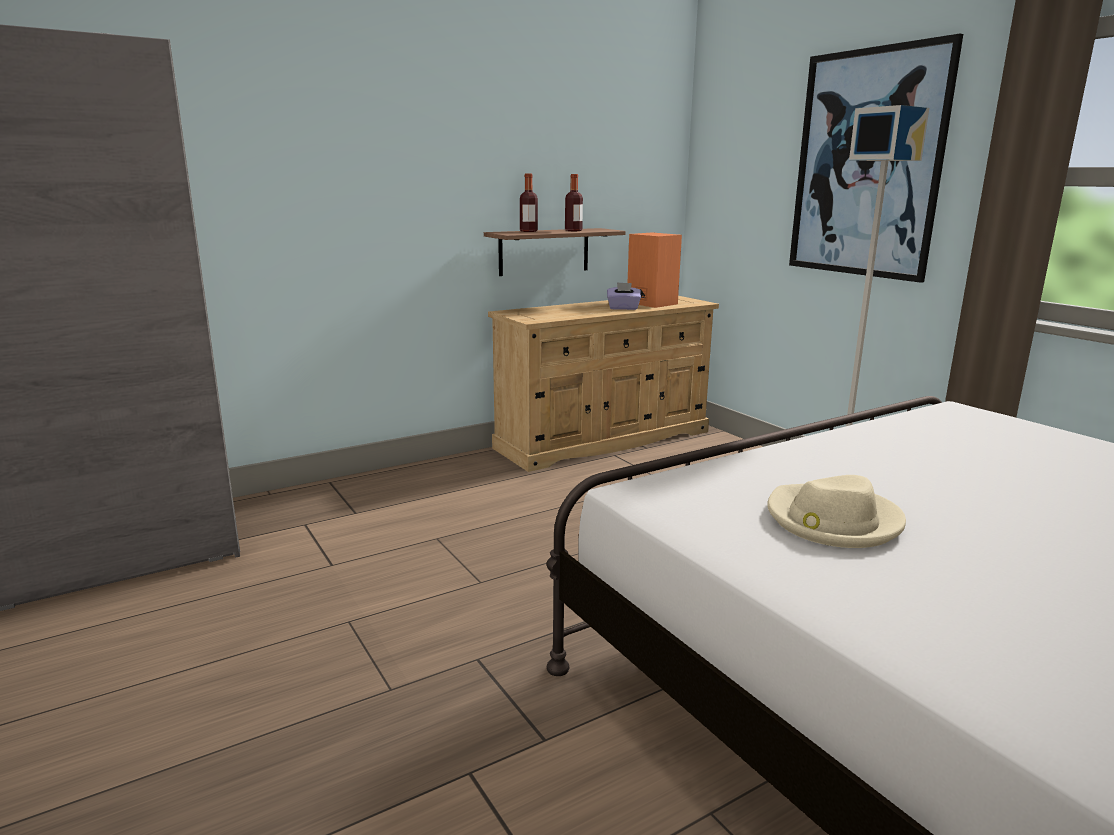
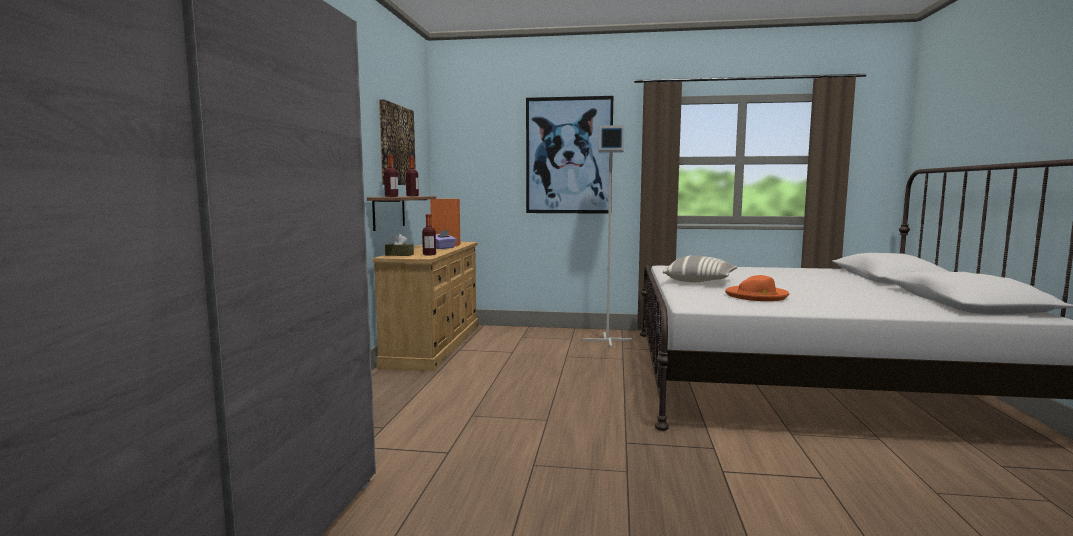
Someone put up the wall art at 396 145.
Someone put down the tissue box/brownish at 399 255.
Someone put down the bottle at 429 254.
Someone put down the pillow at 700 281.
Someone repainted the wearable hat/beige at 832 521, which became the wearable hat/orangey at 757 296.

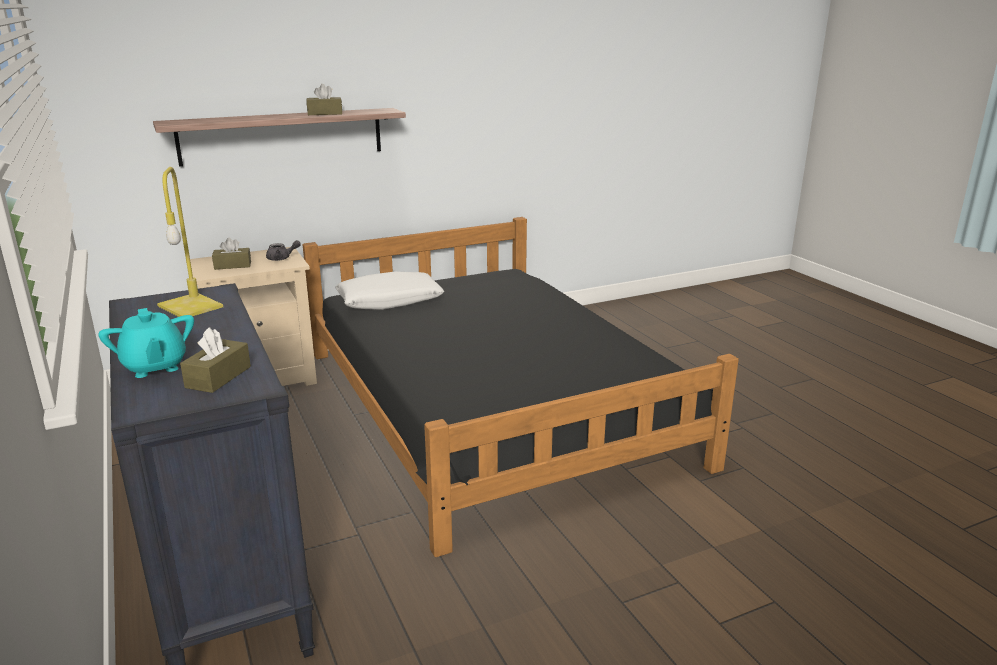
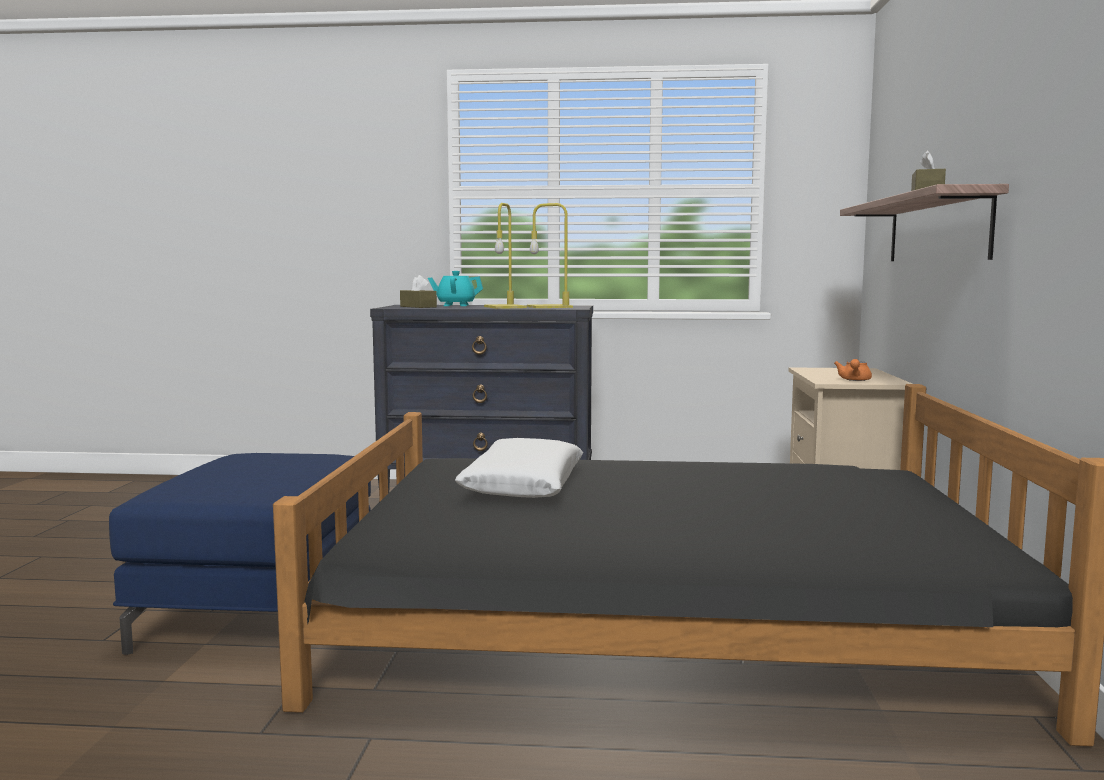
Someone took away the tissue box/brownish at 232 265.
Someone put down the footrest/blue-coloured at 262 608.
Someone put down the tabletop lamp/yellow-coloured at 504 307.
Someone carried the pillow/white-coloured from 389 301 to 523 485.
Someone repainted the teapot/greyish at 282 258, which became the teapot/orangey at 854 380.

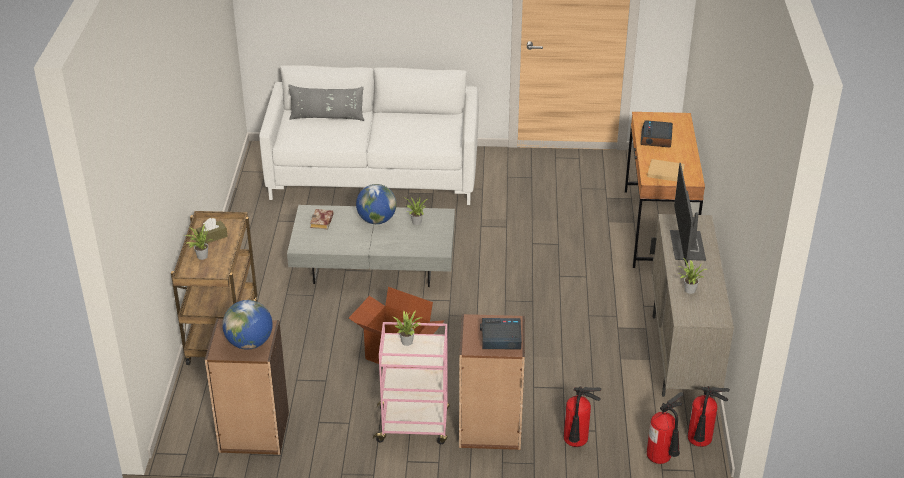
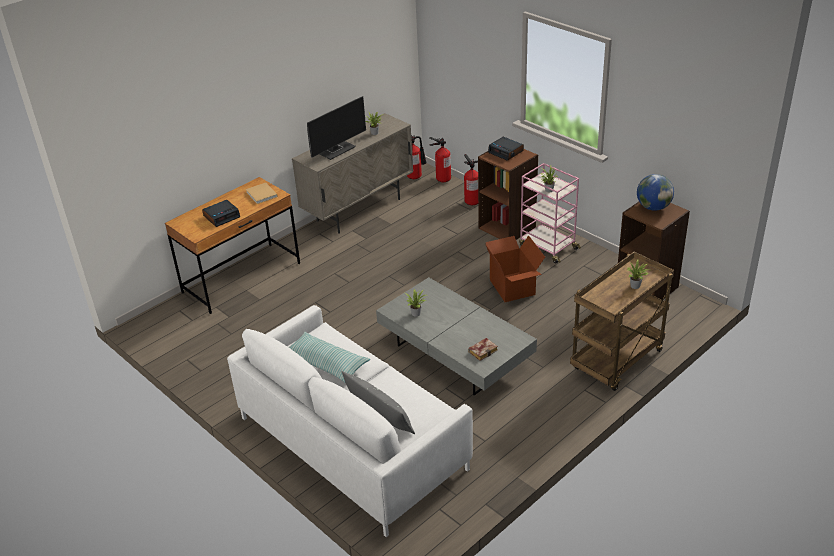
Someone took away the tissue box/brownish at 212 237.
Someone took away the desk globe at 376 220.
Someone put down the pillow at 325 363.

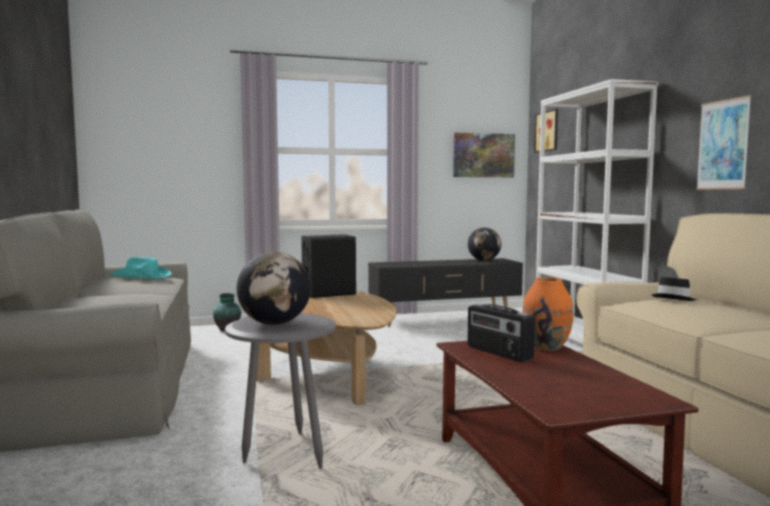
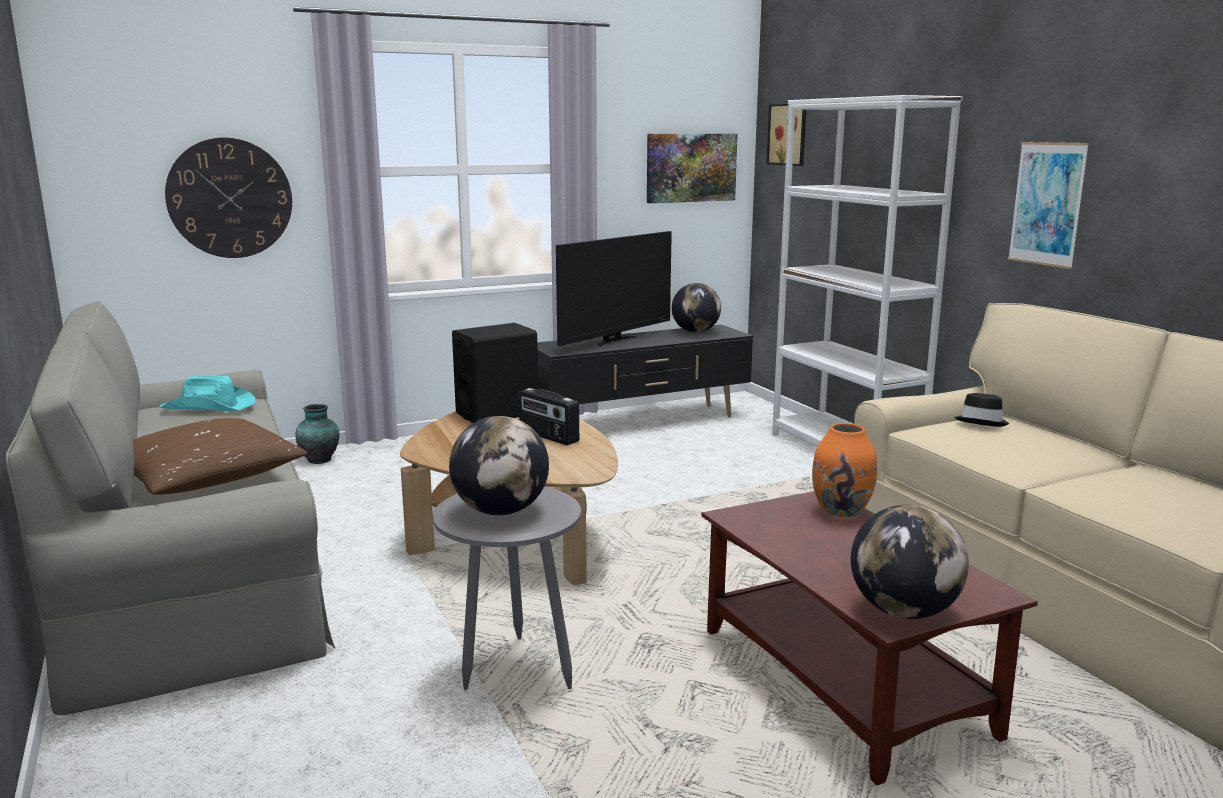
Someone put down the pillow/brownish at 206 477.
Someone put up the hanging clock at 230 198.
Someone put down the TV set at 614 340.
Someone put down the desk globe at 904 611.
Someone carried the radio from 498 353 to 548 436.

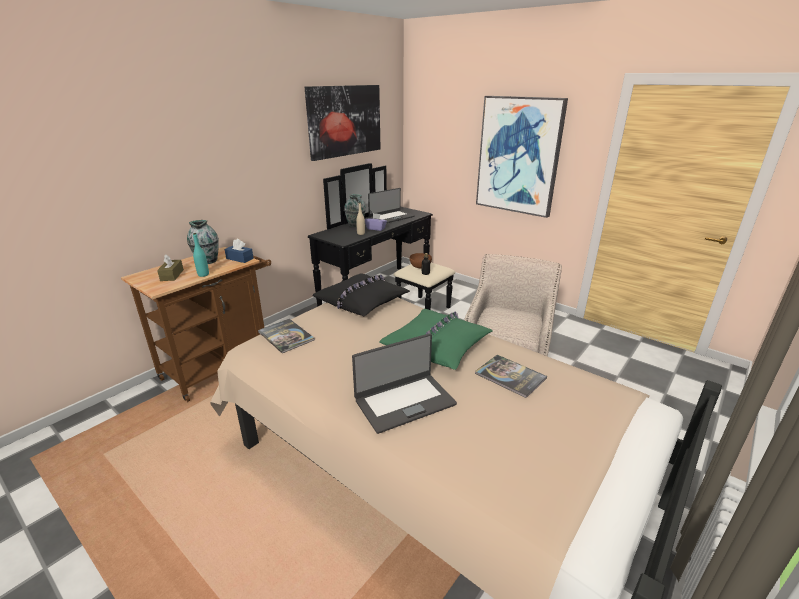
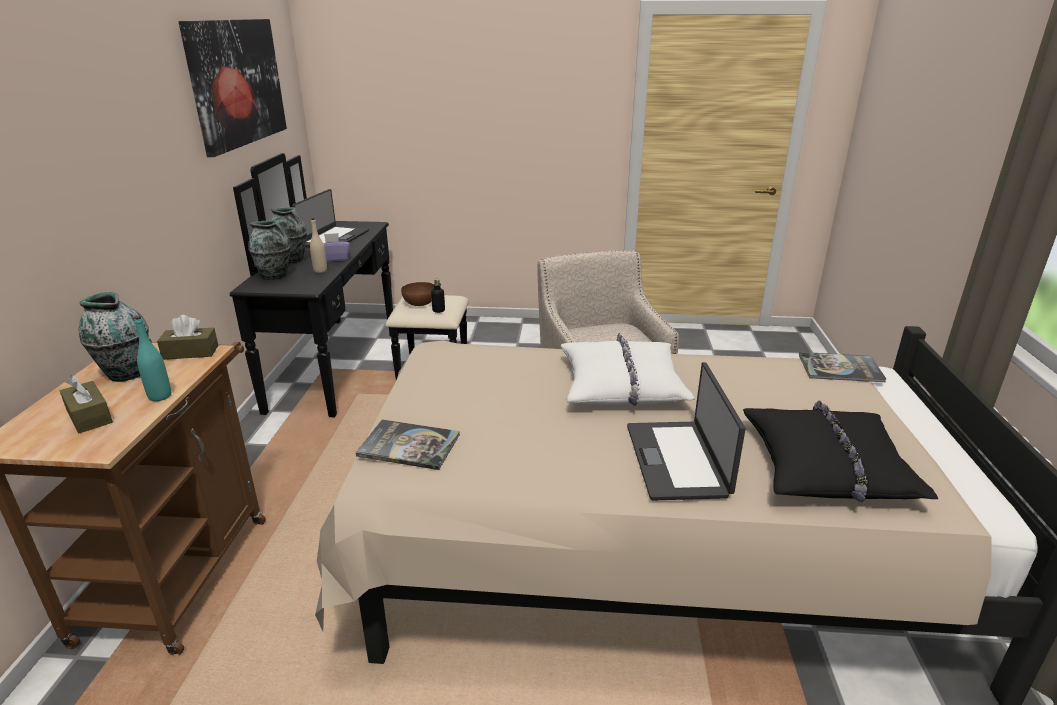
Someone took away the wall art at 518 156.
Someone put down the vase at 275 276.
Someone carried the pillow/black from 362 301 to 827 467.
Someone carried the bound book from 510 376 to 840 368.
Someone repainted the tissue box/blue-coloured at 240 258, which became the tissue box/brownish at 190 352.
Someone repainted the pillow/greenish at 436 346, which became the pillow/white-coloured at 621 385.
Someone rotated the portable computer at 404 401 by 150 degrees clockwise.

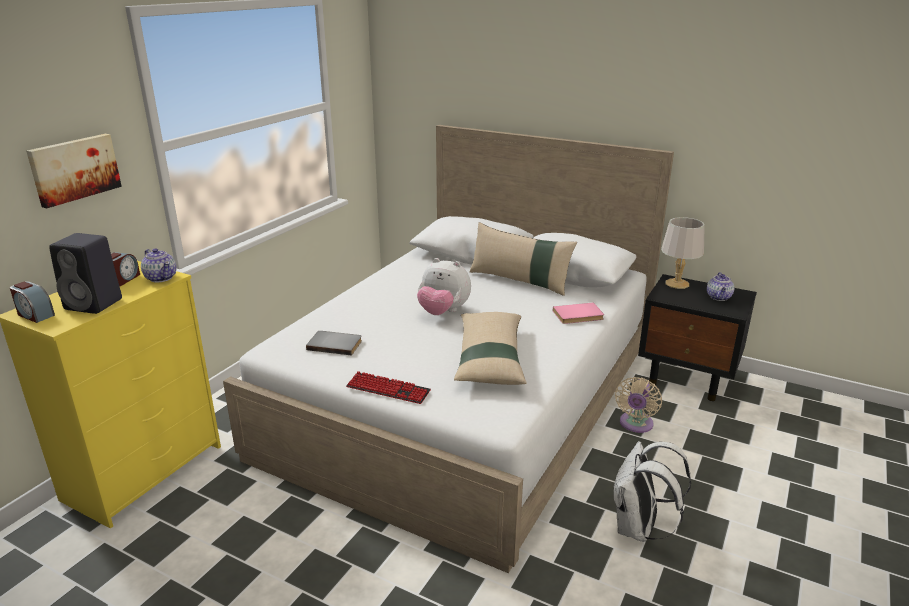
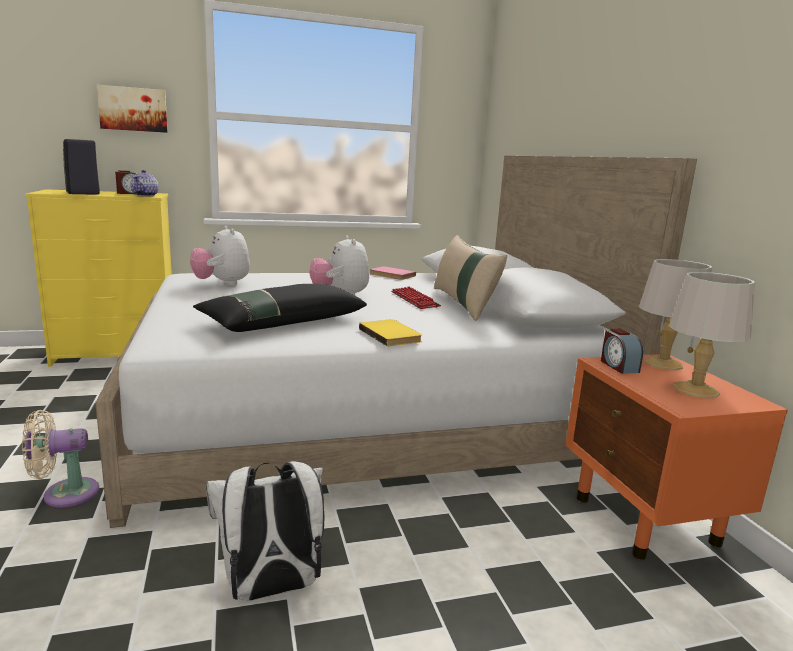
Someone put down the bound book/yellow-coloured at 392 335.
Someone carried the bedside clock from 35 315 to 618 366.
Someone carried the computer keyboard from 388 389 to 414 300.
Someone carried the bound book/pink from 578 316 to 391 275.
Someone carried the electric fan/beige from 635 425 to 65 494.
Someone swapped the bound book/greyish at 335 344 for the cuddly toy at 222 284.
Someone swapped the teapot at 719 297 for the tabletop lamp/greyish at 696 390.
Someone repainted the pillow/beige at 490 358, which became the pillow/black at 282 321.
Someone repainted the night table/black at 688 378, which became the night table/orangey at 647 521.

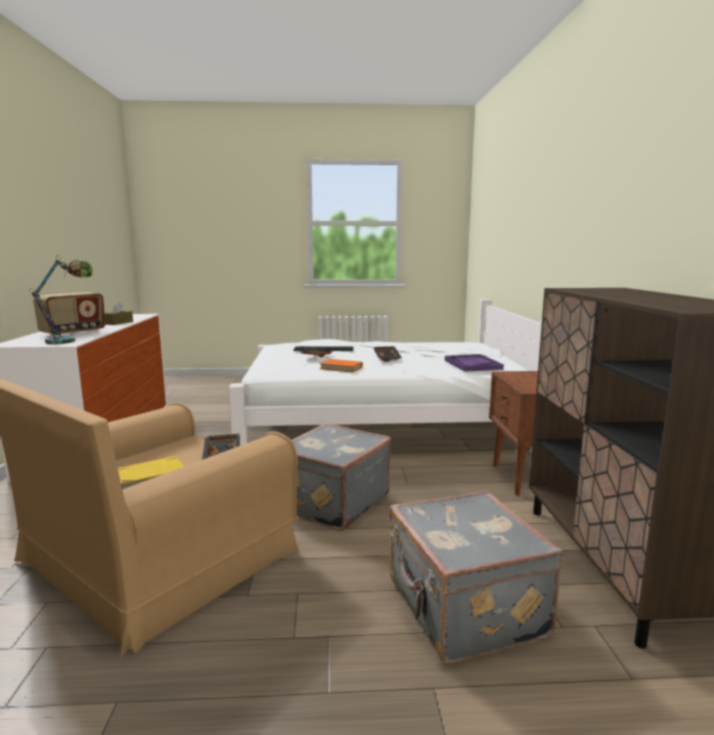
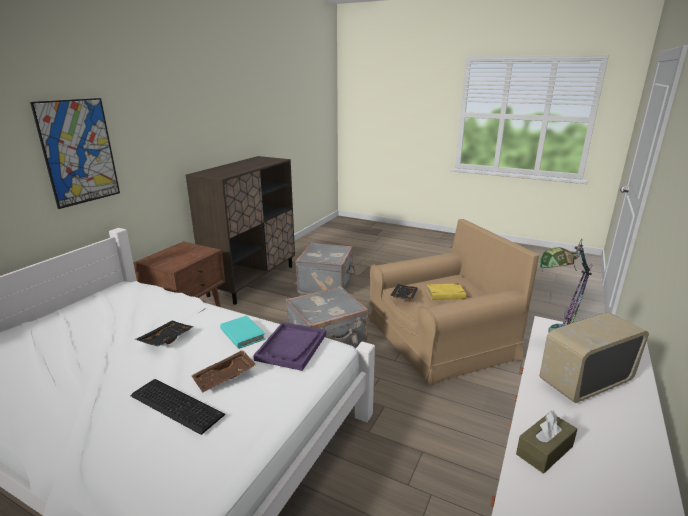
Someone put up the wall art at 79 152.
Someone carried the tray/purple-coloured from 472 364 to 291 347.
Someone repainted the bound book/orangey at 341 368, which became the bound book/blue-green at 242 334.

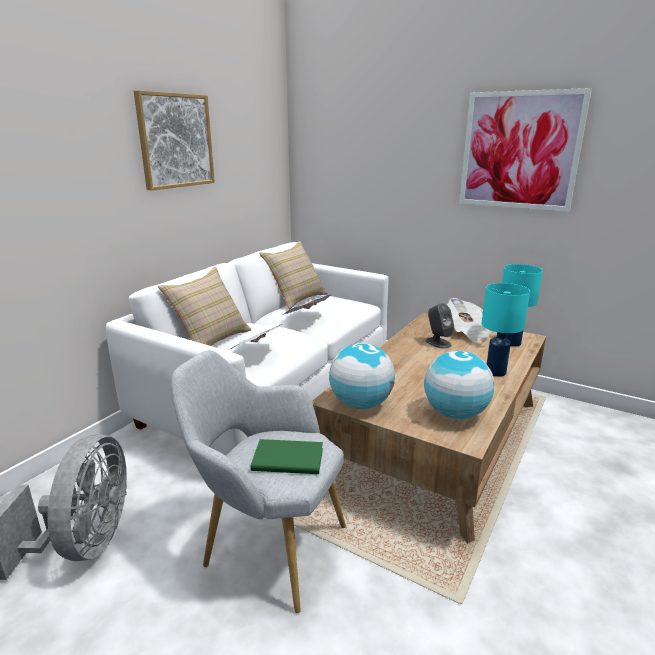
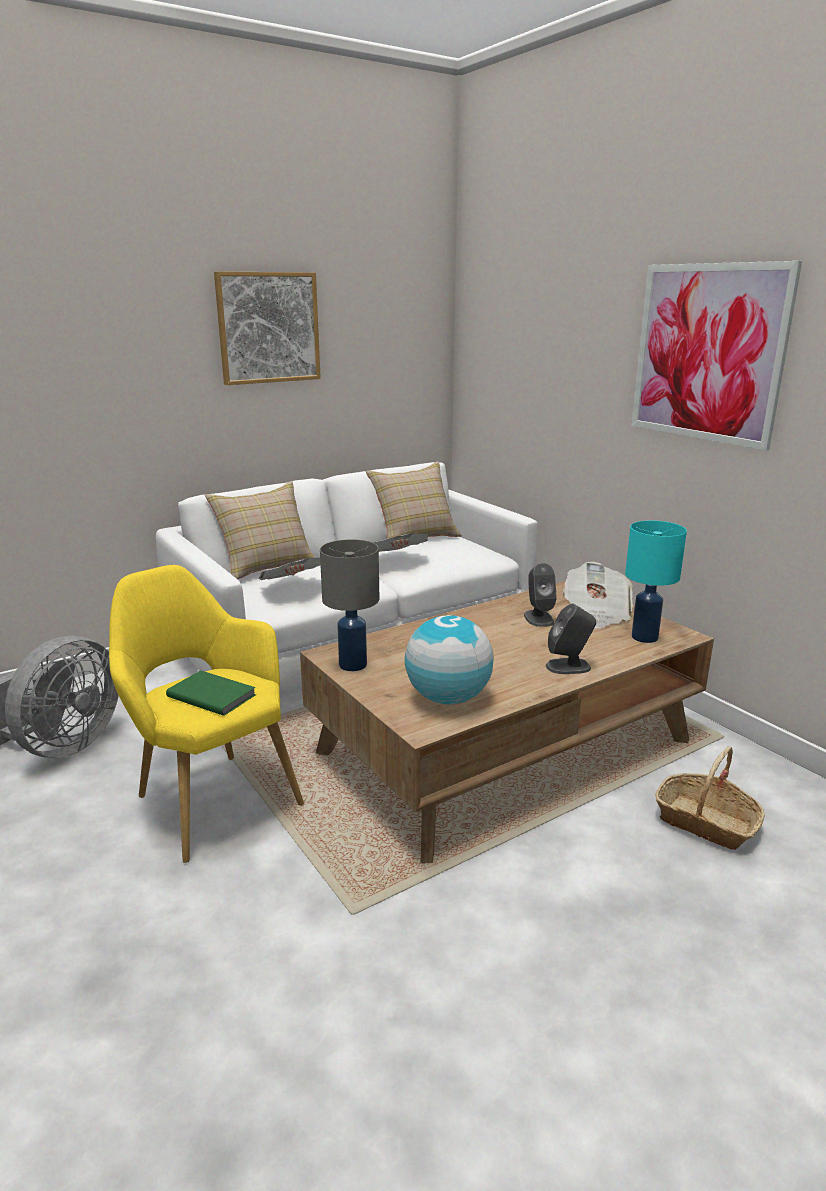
Someone put down the basket at 706 822.
Someone swapped the desk globe at 360 404 for the tabletop lamp/greyish at 353 664.
Someone swapped the tabletop lamp/blue-green at 496 372 for the audio speaker/greyish at 569 666.
Someone repainted the easy chair/greyish at 266 545, which became the easy chair/yellow-coloured at 211 797.

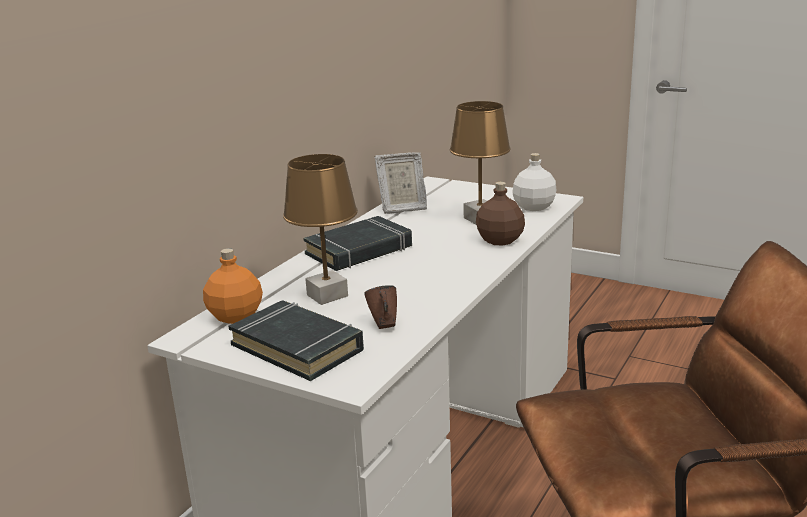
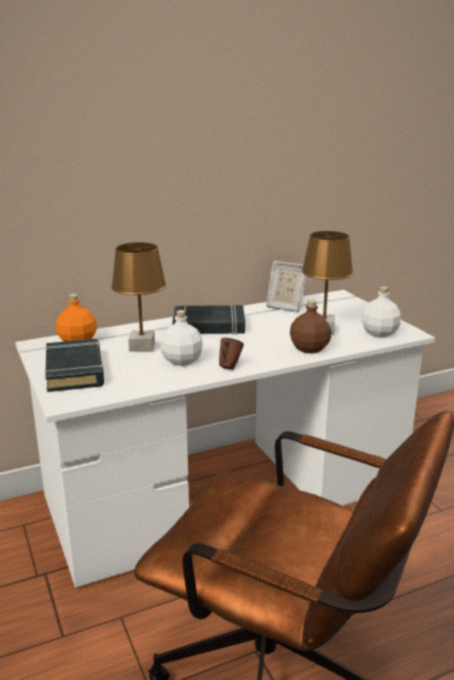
Someone put down the bottle/white-coloured at 181 360.
Someone carried the mug/brownish from 383 325 to 229 367.

